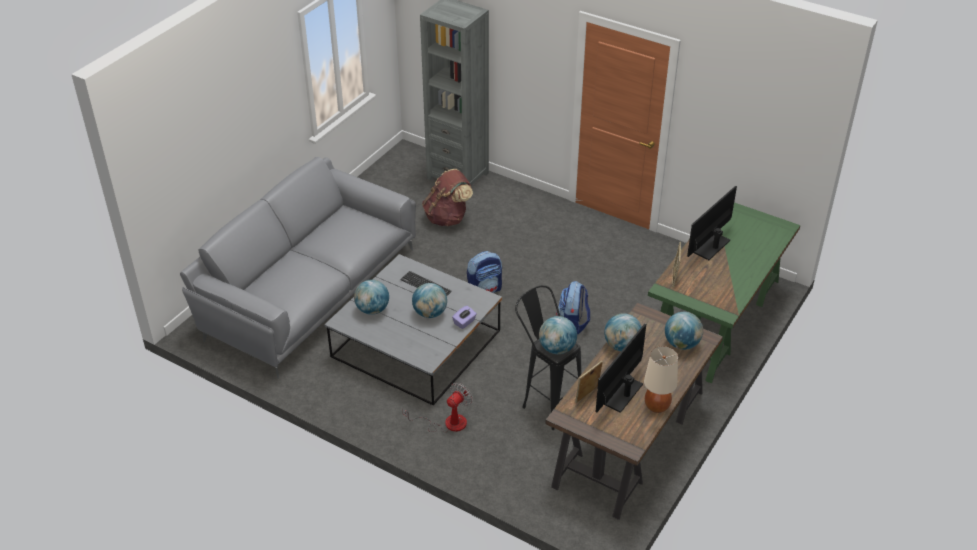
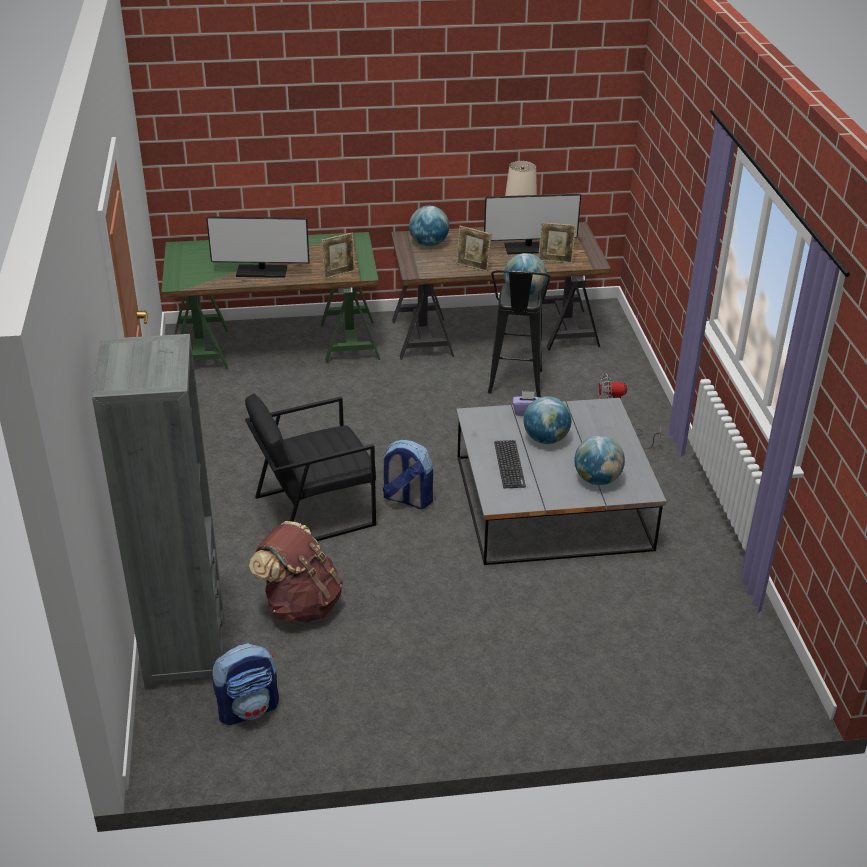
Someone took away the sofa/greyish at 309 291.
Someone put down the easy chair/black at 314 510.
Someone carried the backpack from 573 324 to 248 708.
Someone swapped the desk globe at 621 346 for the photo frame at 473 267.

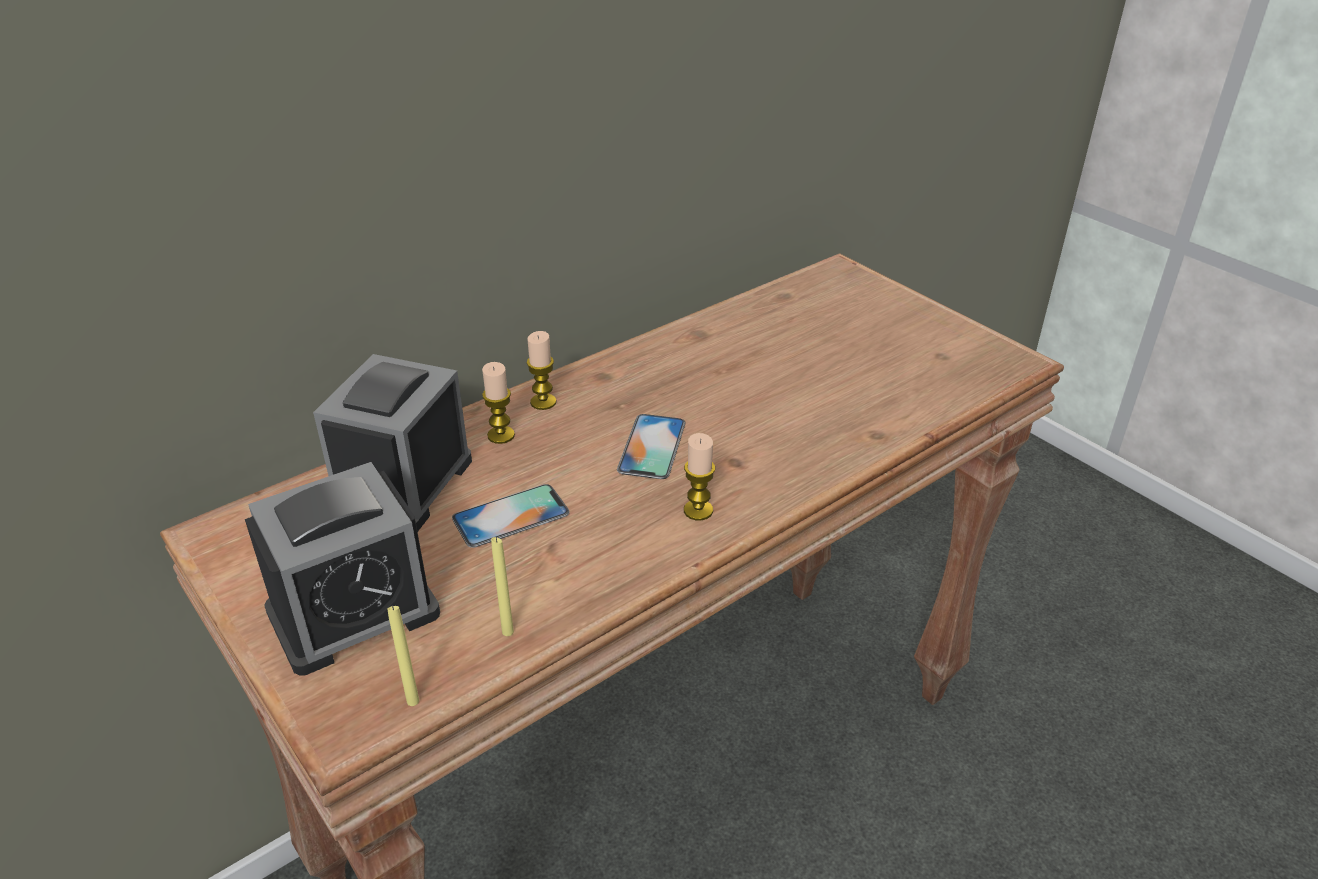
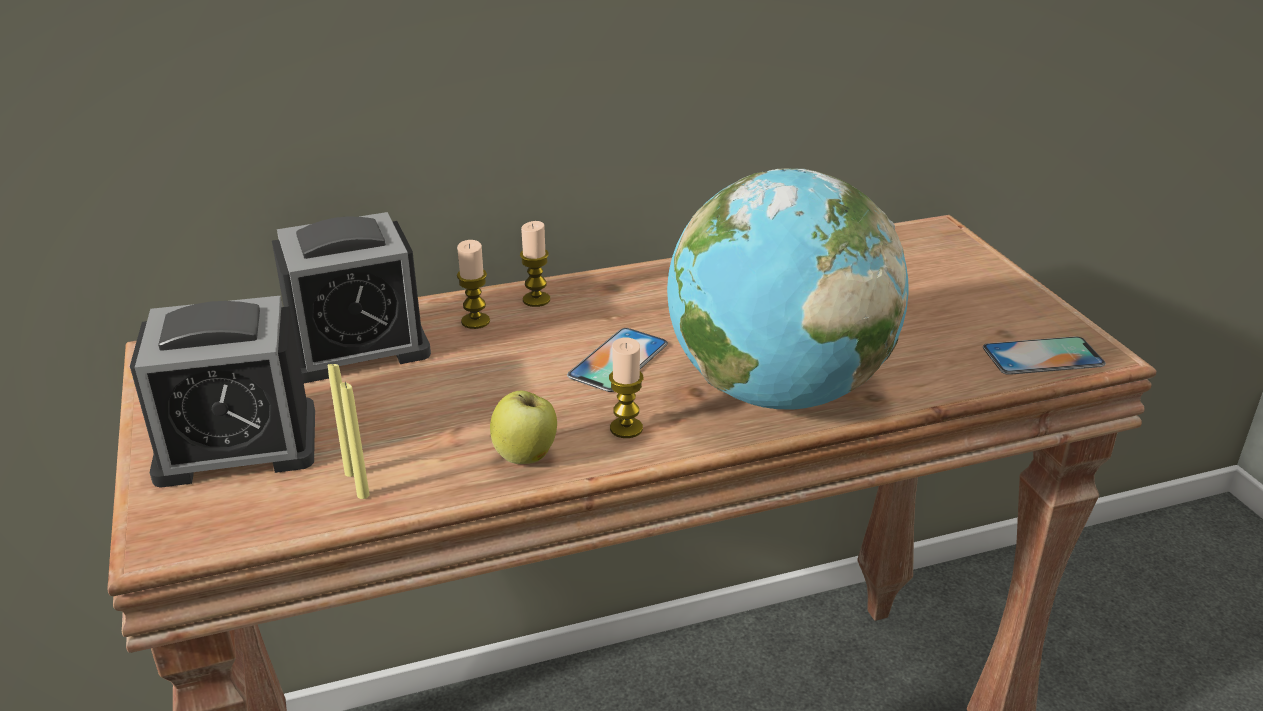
Someone put down the whole apple at 526 457.
Someone put down the desk globe at 776 391.
Someone carried the wax candle/yellow-coloured from 413 701 to 350 473.
Someone carried the handset from 511 516 to 1042 356.
Someone rotated the bedside clock at 404 485 by 150 degrees counterclockwise.

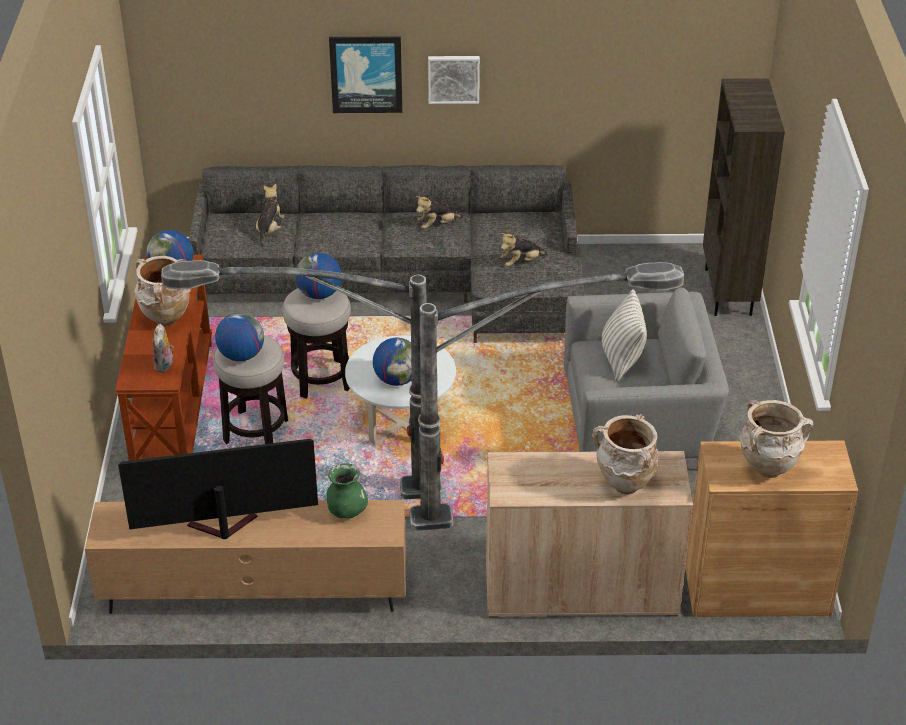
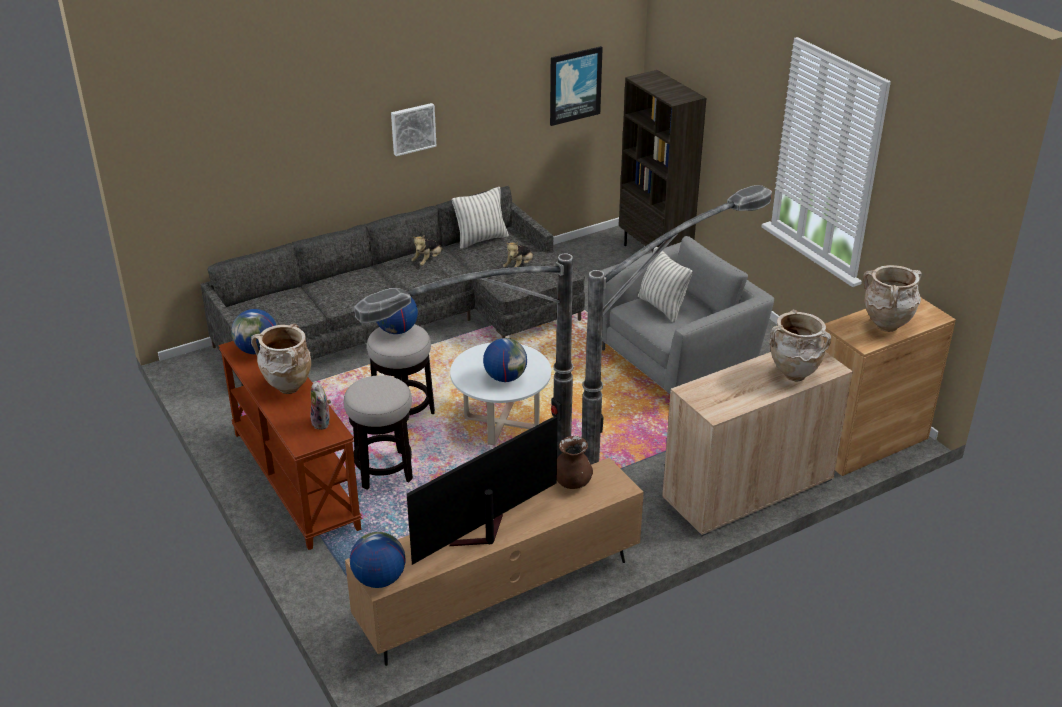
Someone took away the cuddly toy at 269 230.
Someone put down the pillow at 481 239.
Someone carried the desk globe from 241 355 to 379 579.
Someone carried the wall art from 366 74 to 574 85.
Someone repainted the vase/greenish at 347 511, which became the vase/brownish at 572 483.

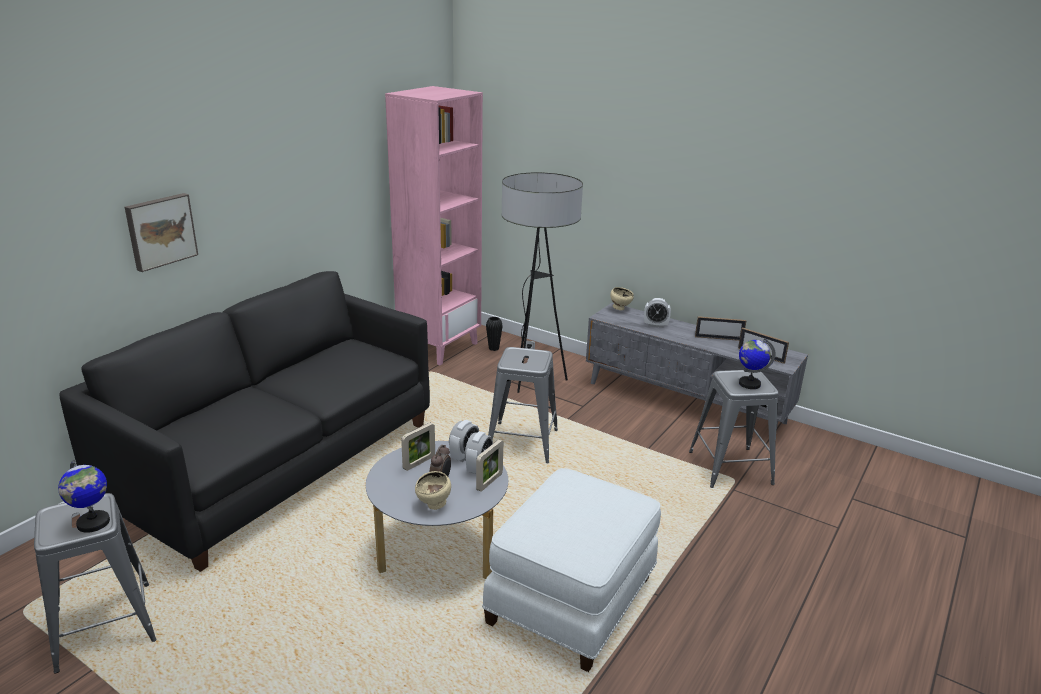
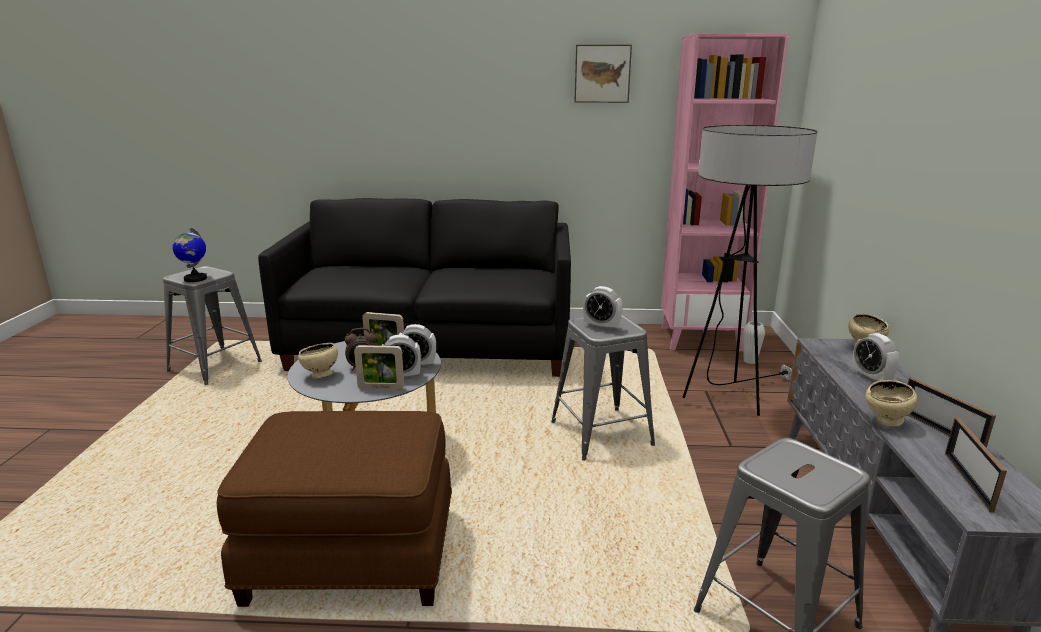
Someone took away the desk globe at 749 384.
Someone put down the bedside clock at 601 327.
Someone put down the serving bowl/beige at 886 422.
Someone carried the wall art from 160 231 to 602 73.
Someone repainted the footrest/white-coloured at 573 602, which became the footrest/brownish at 351 558.
Someone repainted the vase/black at 493 348, which became the vase/white-coloured at 750 361.

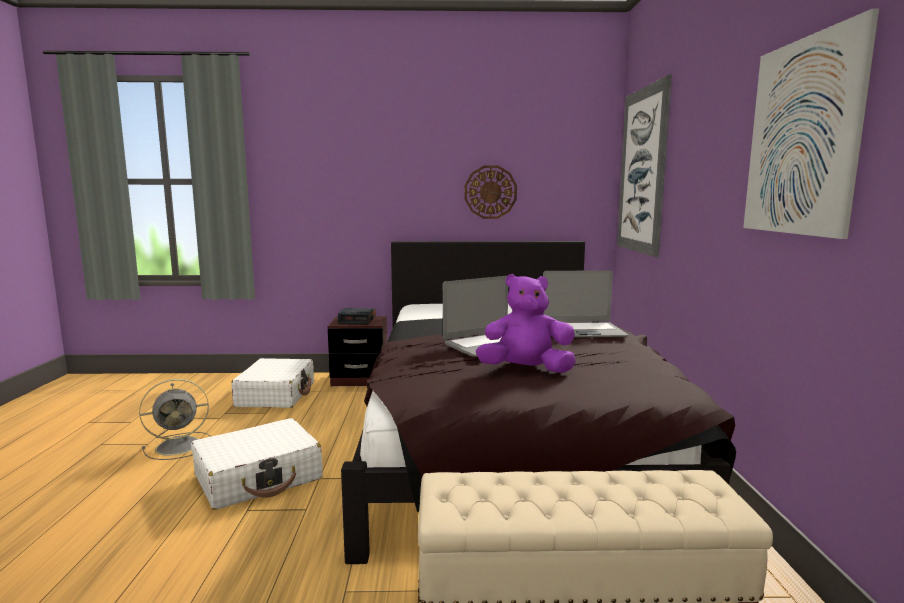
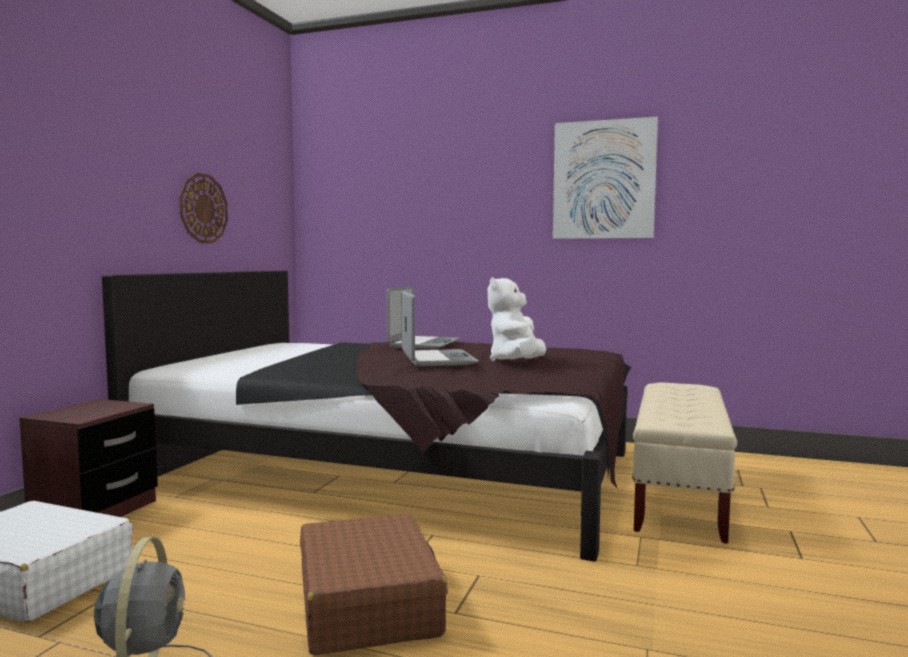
Someone took away the bedside clock at 357 321.
Someone took away the wall art at 642 171.
Someone repainted the suitcase/white-coloured at 259 477, which became the suitcase/brownish at 368 603.
Someone repainted the cuddly toy/purple-coloured at 526 370, which became the cuddly toy/white-coloured at 516 362.

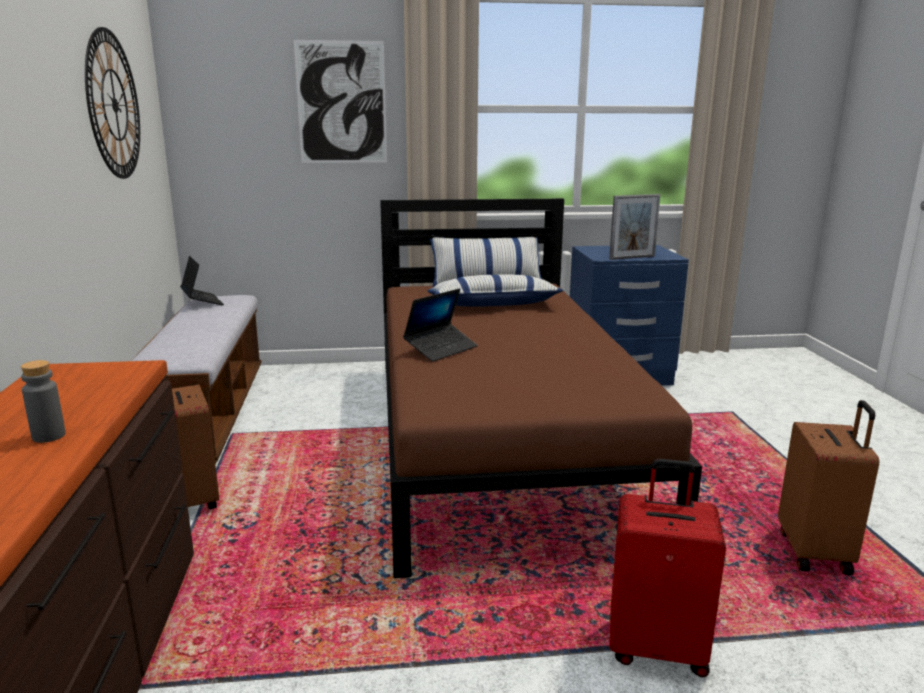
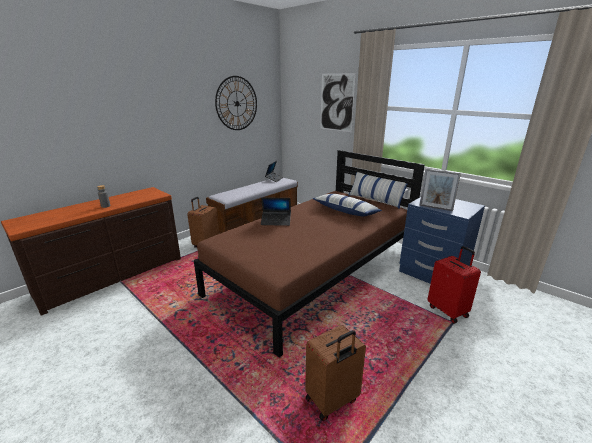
Someone carried the suitcase/reddish from 657 647 to 448 311.

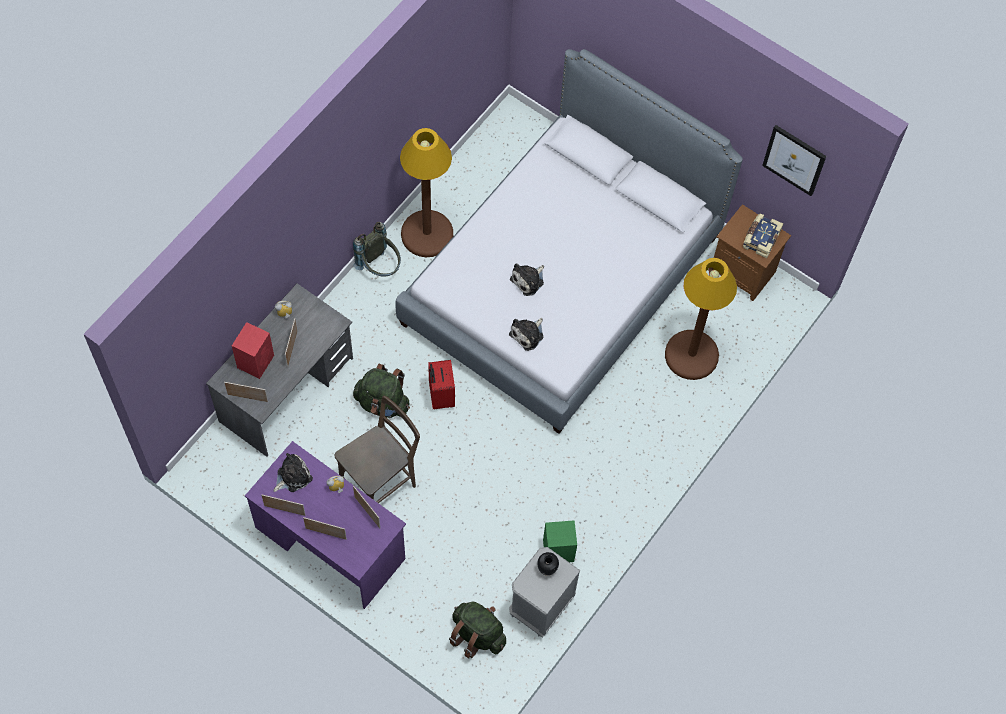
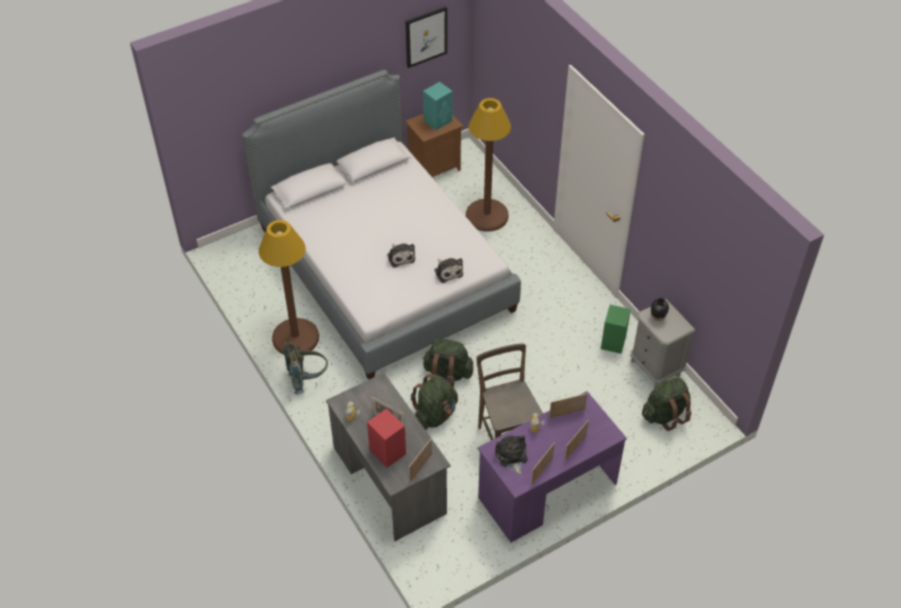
Someone swapped the suitcase/reddish at 440 396 for the backpack/greenish at 447 374.
Someone swapped the bound book at 760 238 for the audio speaker/blue-green at 438 120.

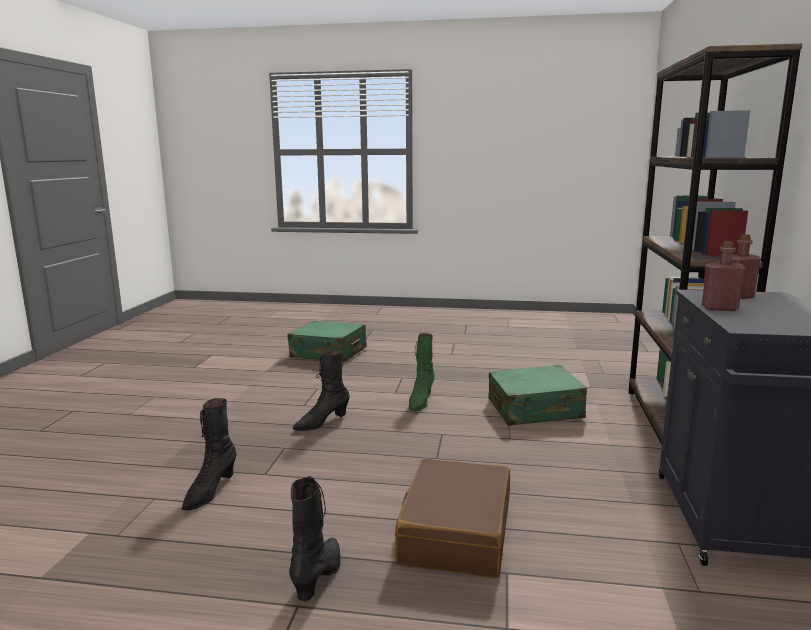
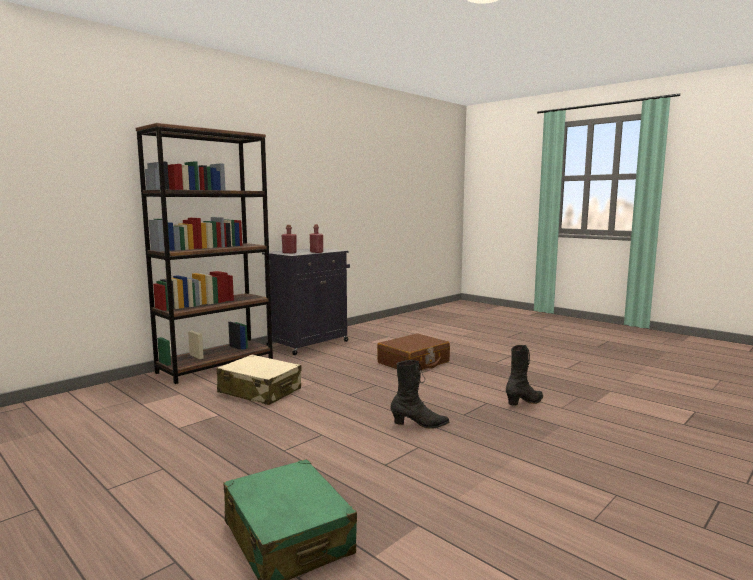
Someone took away the tall boot/black at 319 576.
Someone took away the tall boot/greenish at 420 402.
Someone repainted the suitcase/greenish at 535 409, which became the suitcase/beige at 260 391.

